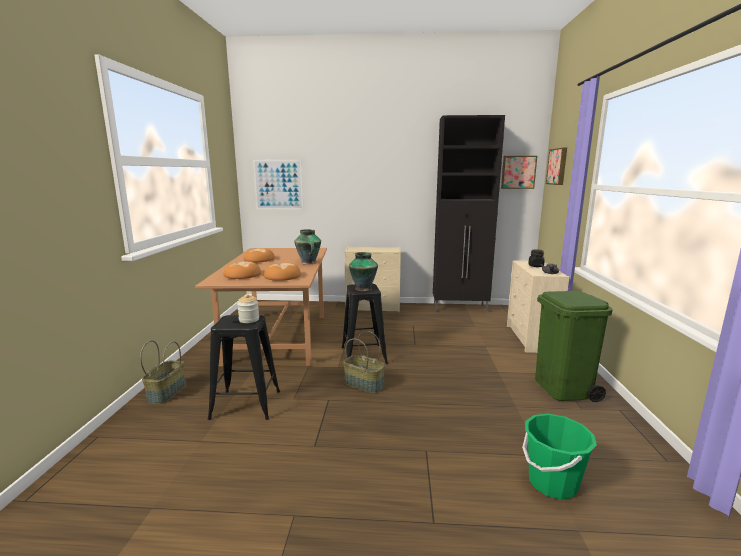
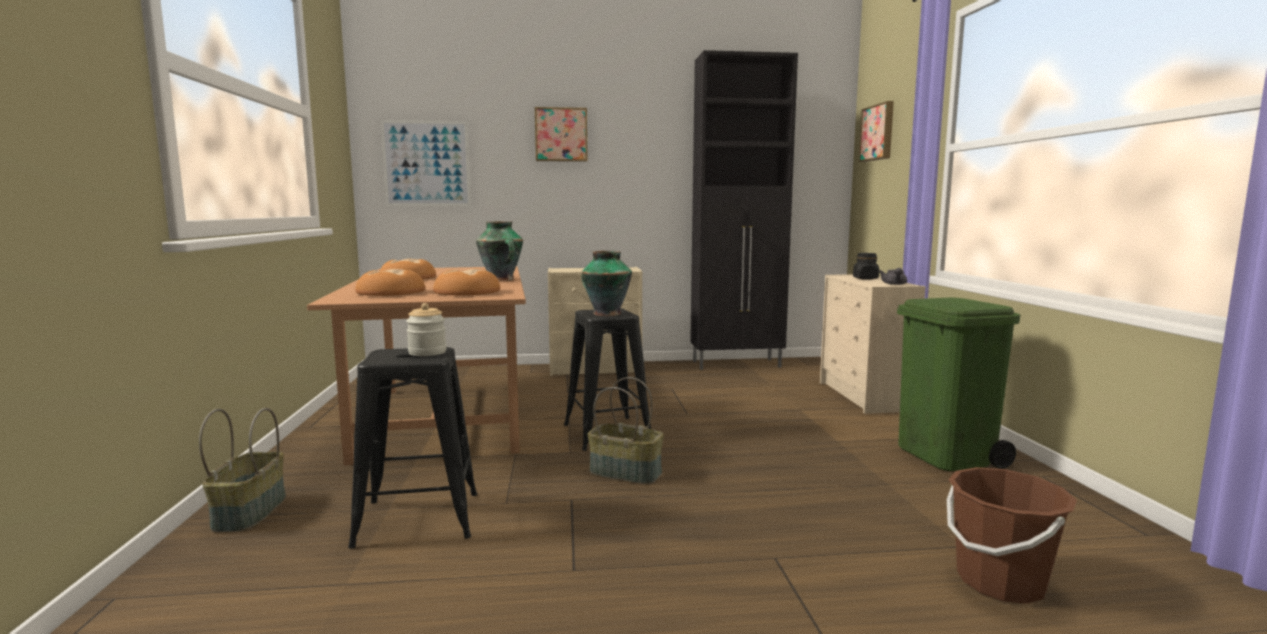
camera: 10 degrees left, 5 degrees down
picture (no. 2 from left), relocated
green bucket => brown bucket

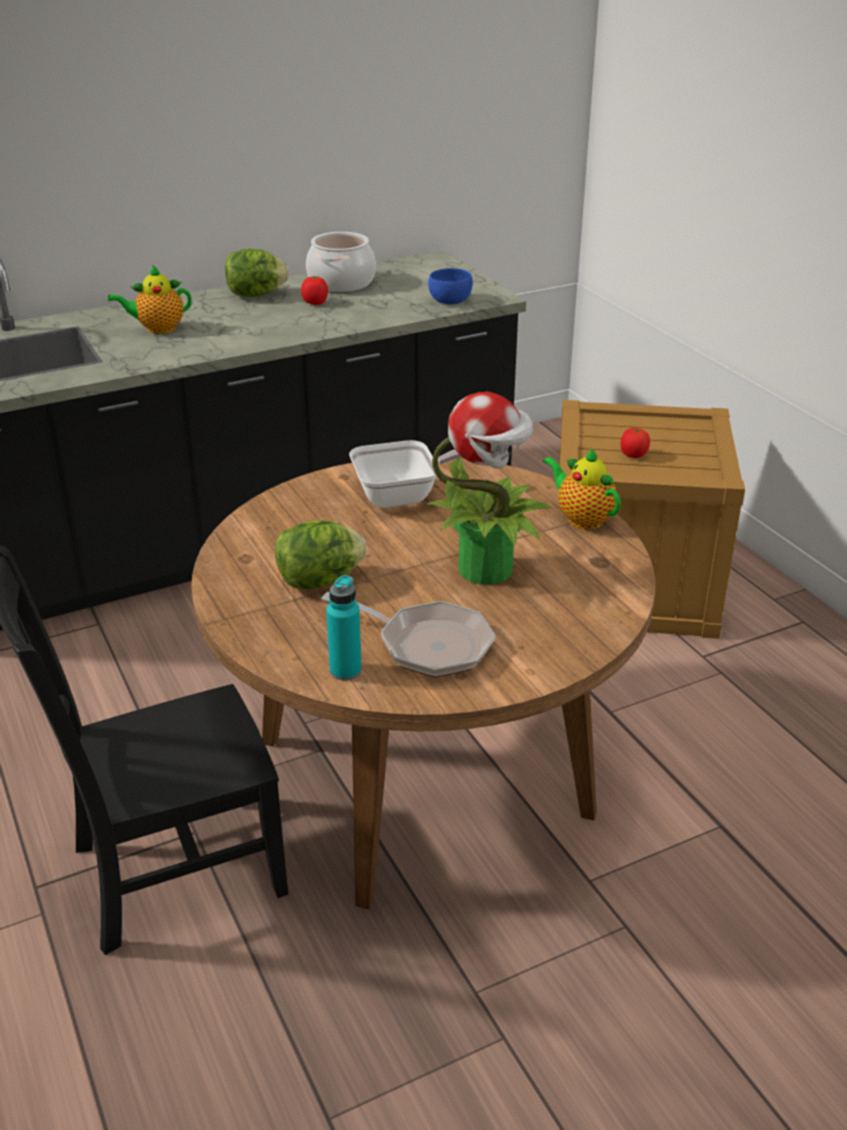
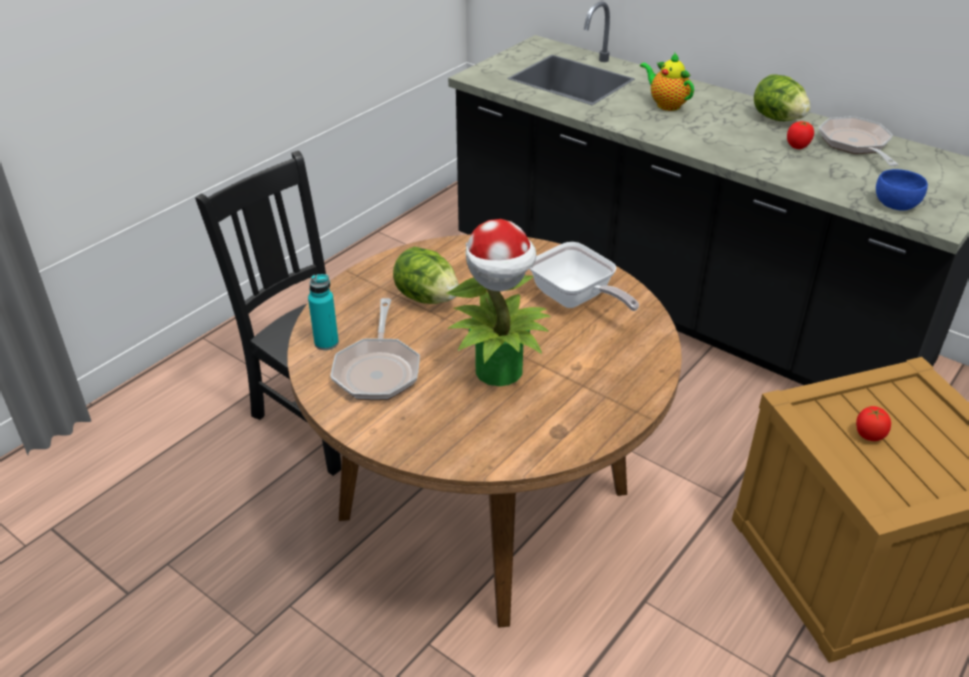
camera: 65 degrees right, 5 degrees up
cooking pot => frying pan (no. 3 from left)
teapot (no. 2 from left) => nothing

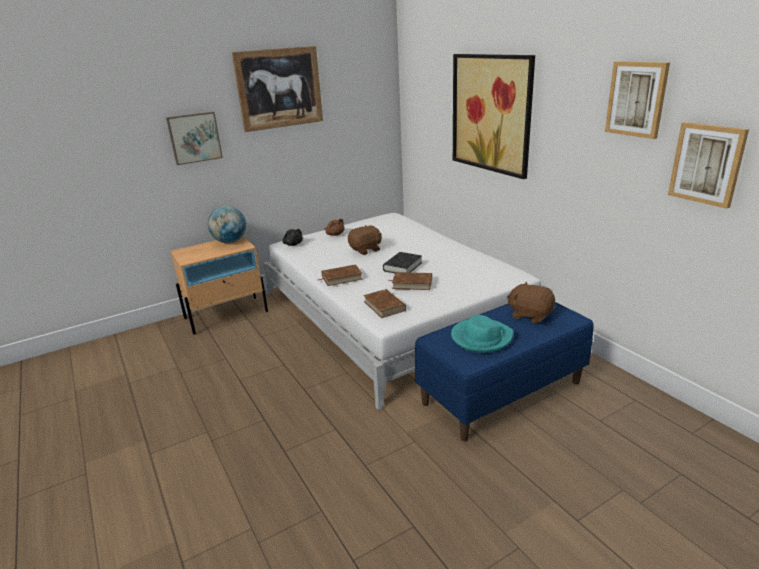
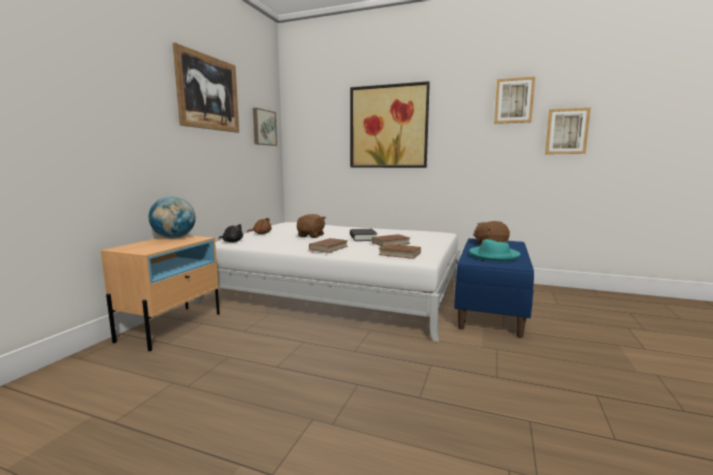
camera: 40 degrees left, 15 degrees down
picture (no. 1 from left in the first image) => picture (no. 2 from left), relocated

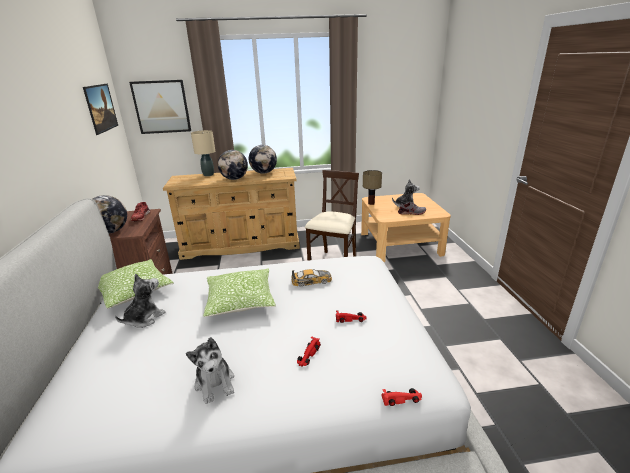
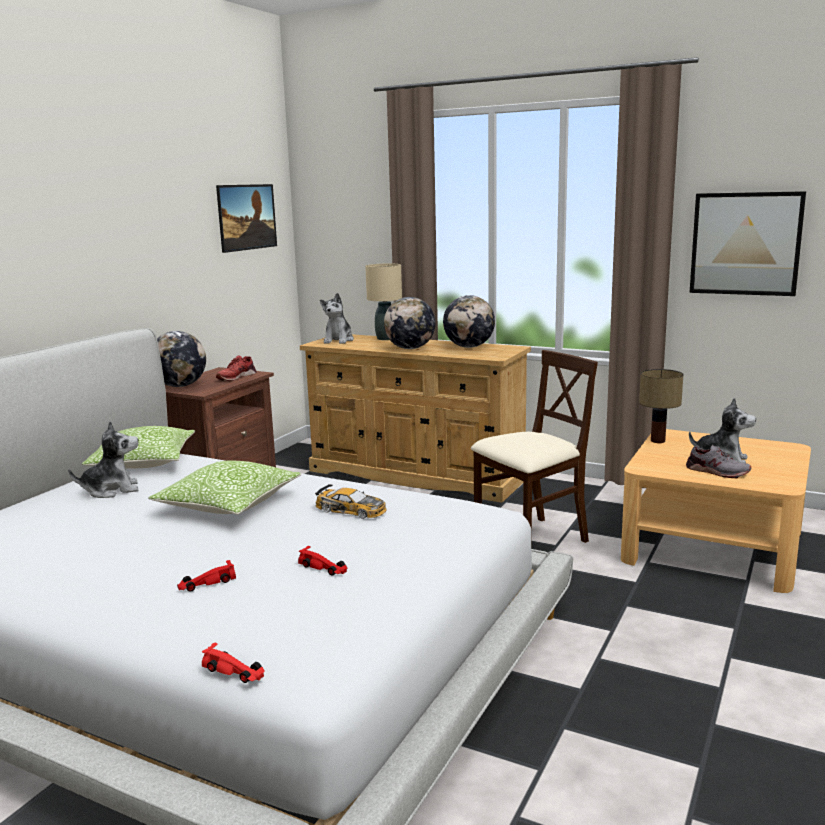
camera: 35 degrees right, 10 degrees down
picture (no. 2 from left), relocated
plush toy (no. 2 from left), relocated

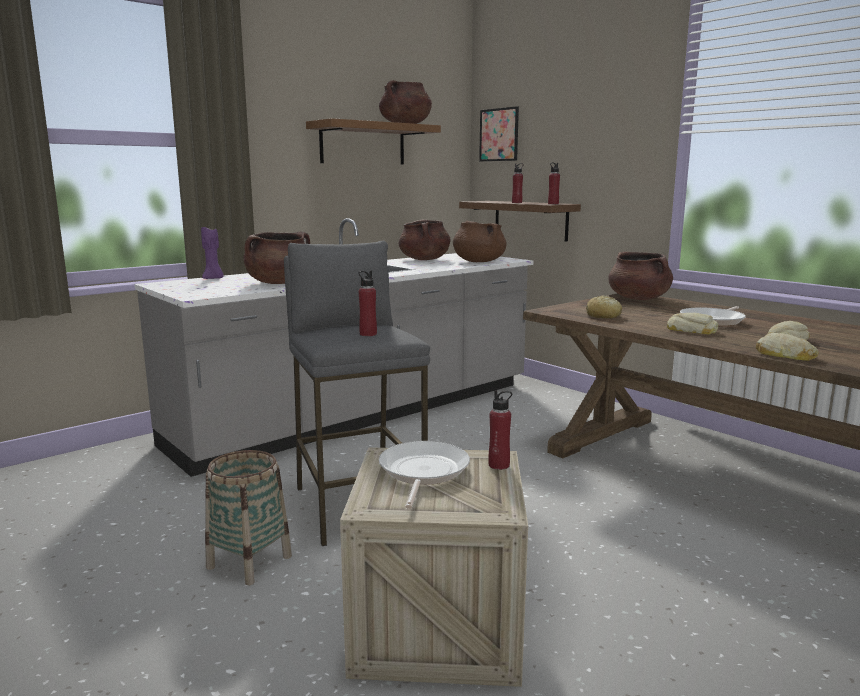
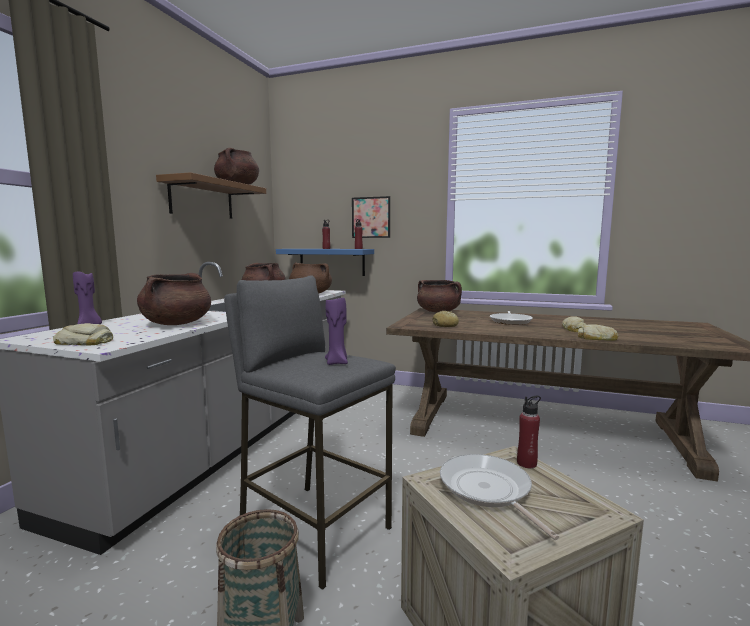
camera: 30 degrees left, 5 degrees down
picture, relocated
brown shelf (no. 2 from left) => blue shelf
red bottle (no. 1 from left) => purple candle (no. 2 from left)
bread (no. 2 from left in the first image) => bread (no. 1 from left), relocated

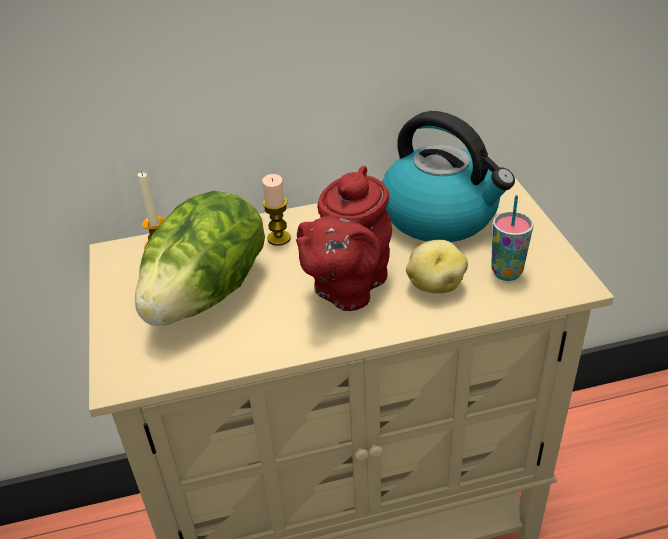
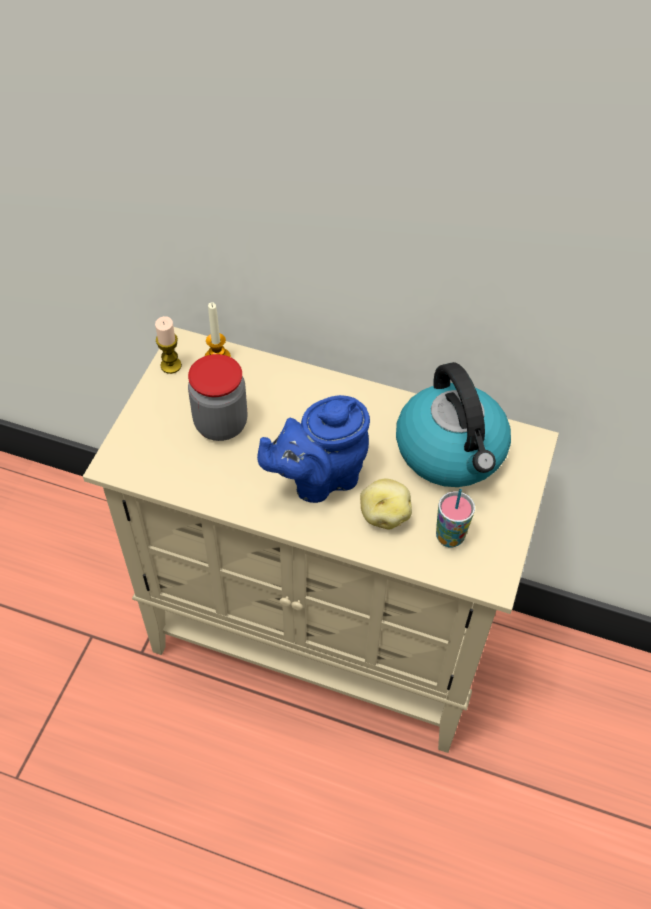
camera: 30 degrees right, 15 degrees up
red teapot => blue teapot
candle (no. 2 from left in the first image) => candle (no. 1 from left), relocated
lettuce => jar

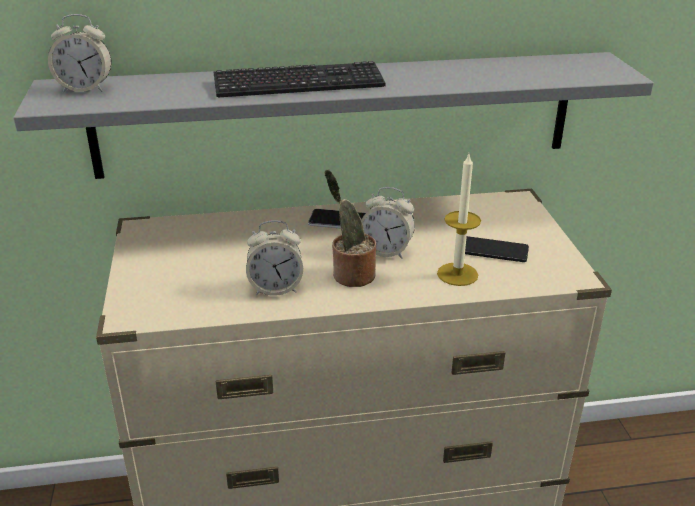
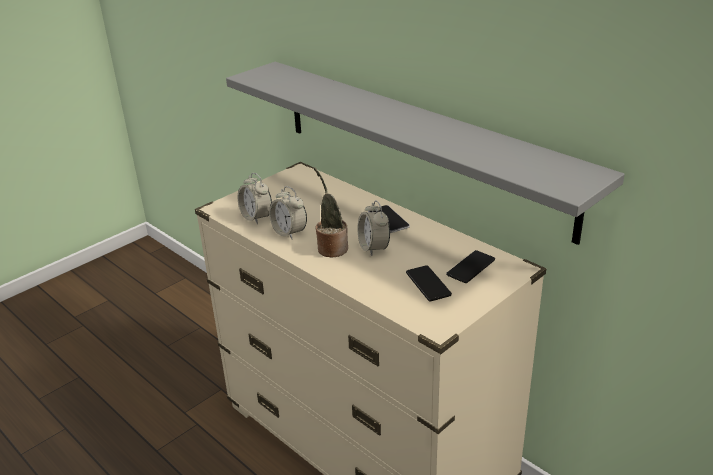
camera: 55 degrees right, 0 degrees up
alarm clock (no. 1 from left), relocated
keyboard => nothing
candle => nothing
nothing => phone (no. 3 from left)

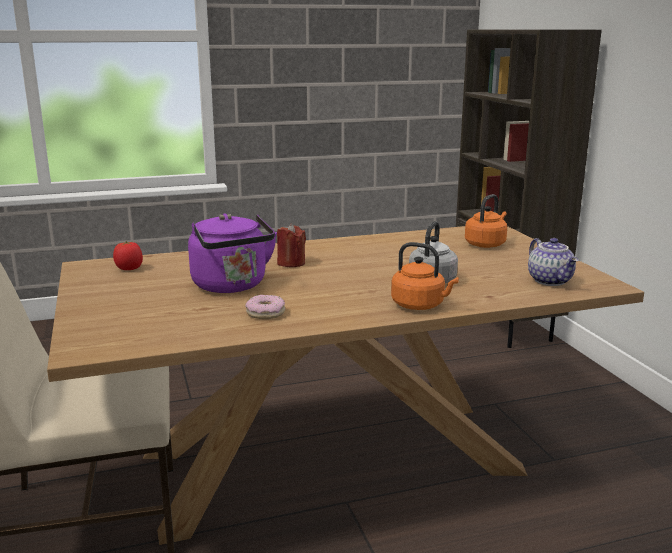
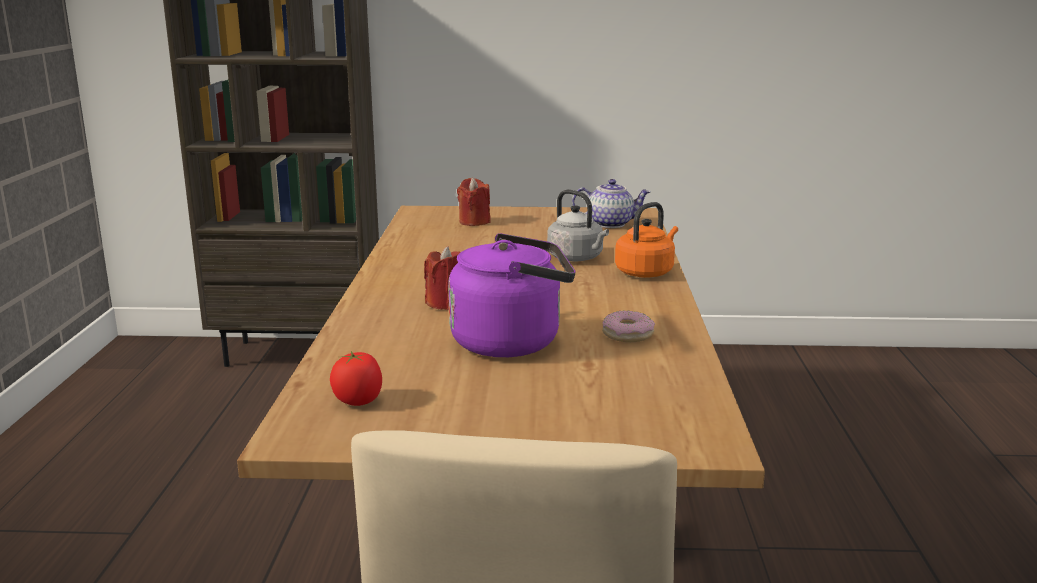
camera: 70 degrees left, 0 degrees up
orange kettle (no. 2 from left) => red candle (no. 2 from left)

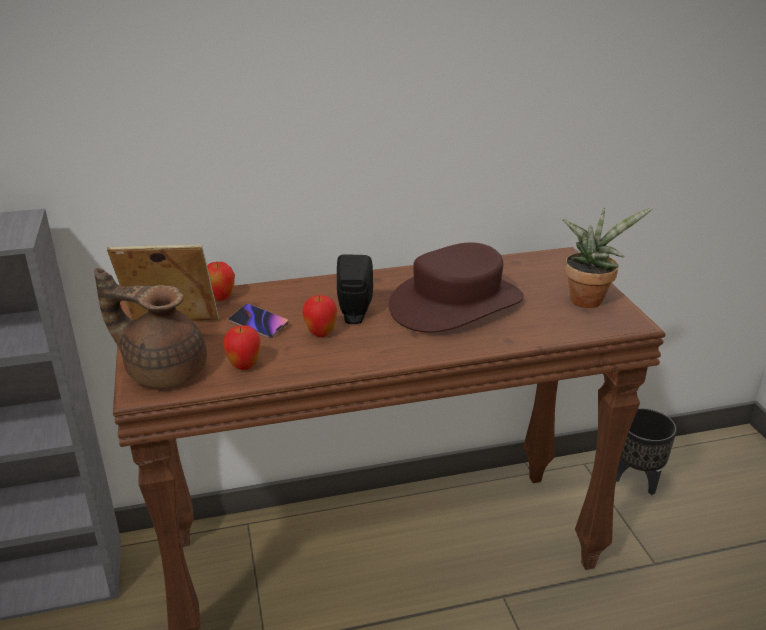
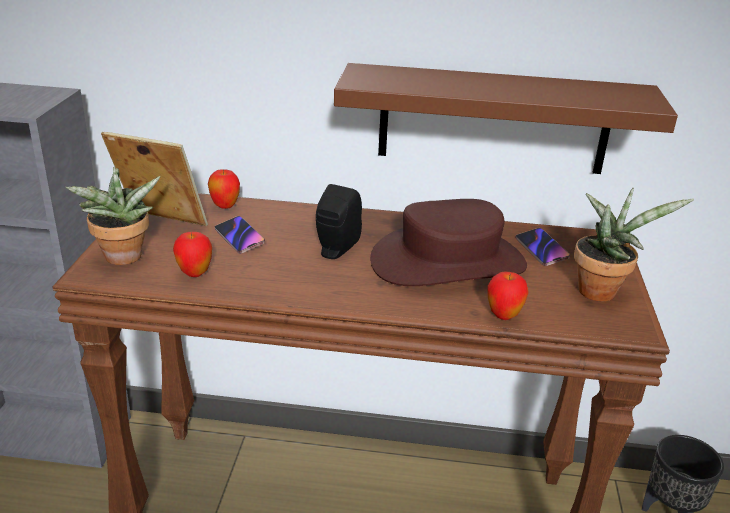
camera: 20 degrees right, 0 degrees up
brown teapot => potted plant (no. 1 from left)
apple (no. 3 from left), relocated
nothing => brown shelf
nothing => phone (no. 2 from left)

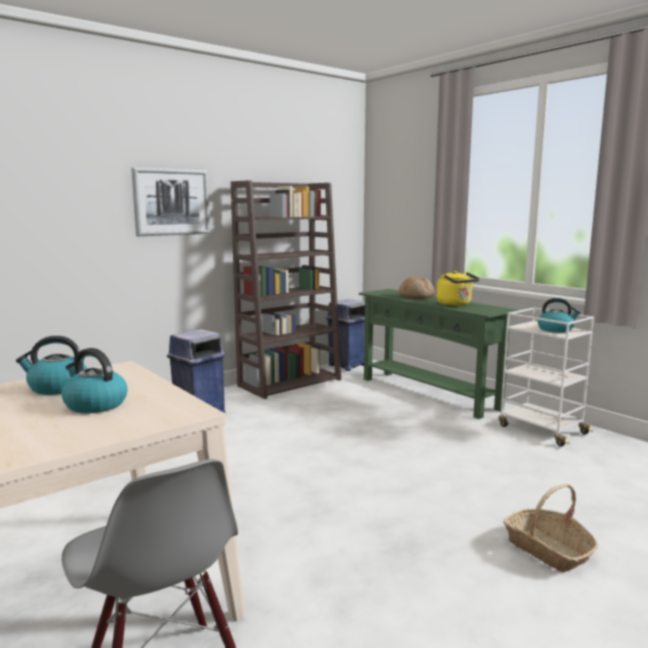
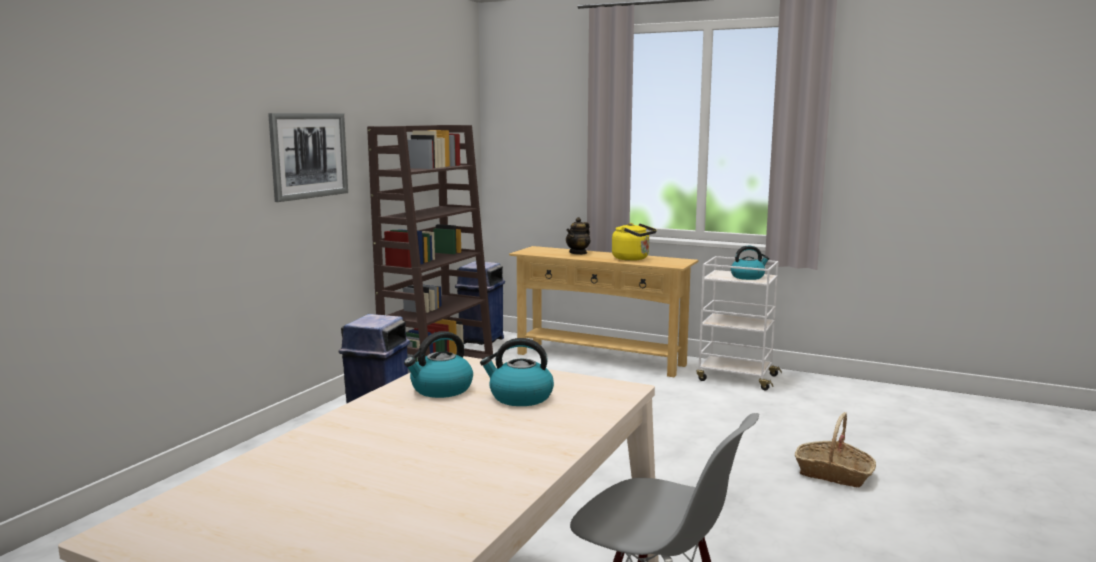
camera: 25 degrees left, 0 degrees up
bread => teapot
green console table => beige console table

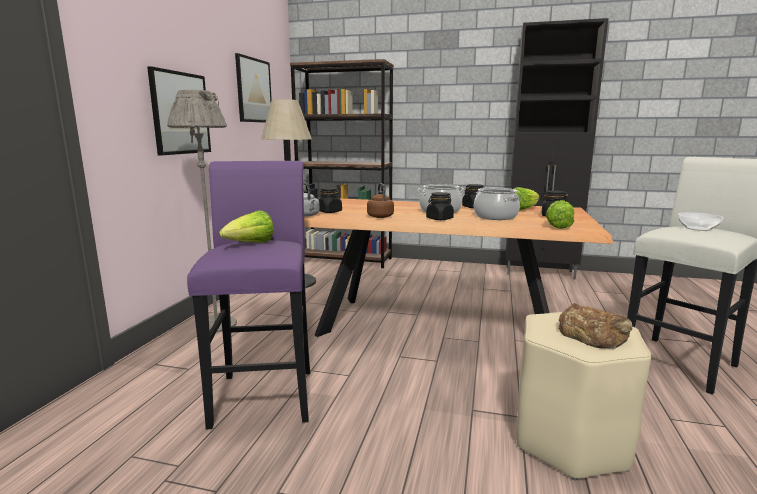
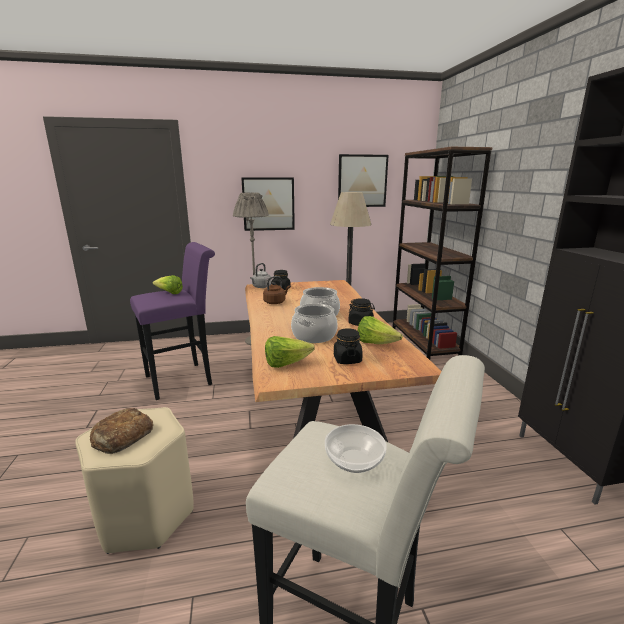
camera: 65 degrees right, 5 degrees up
black jar (no. 2 from left) => nothing

